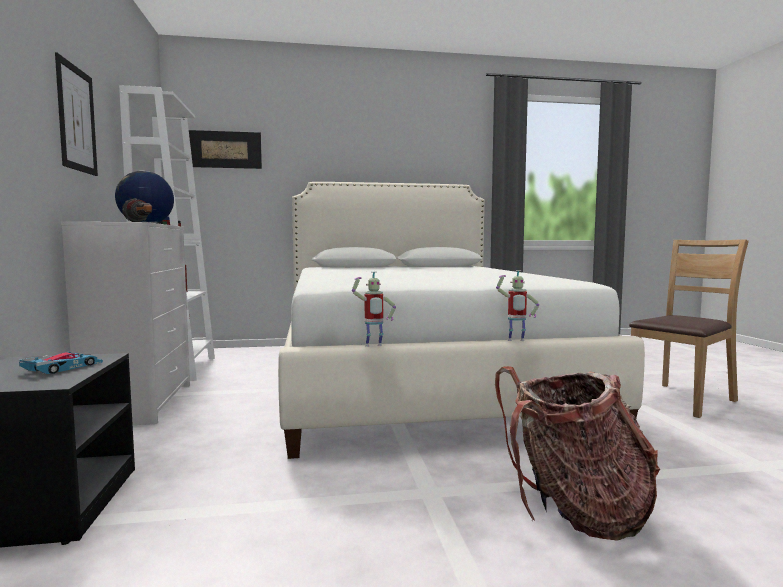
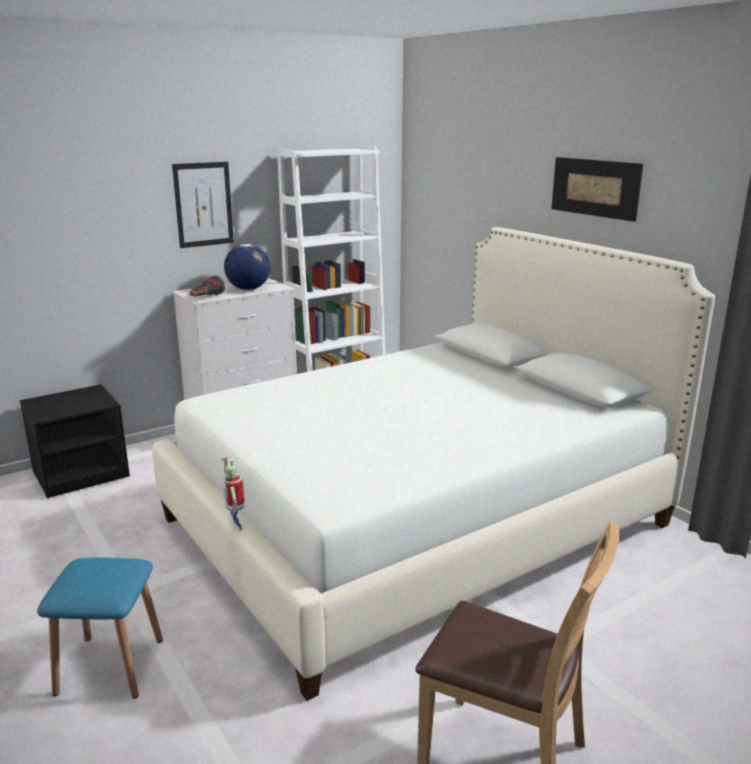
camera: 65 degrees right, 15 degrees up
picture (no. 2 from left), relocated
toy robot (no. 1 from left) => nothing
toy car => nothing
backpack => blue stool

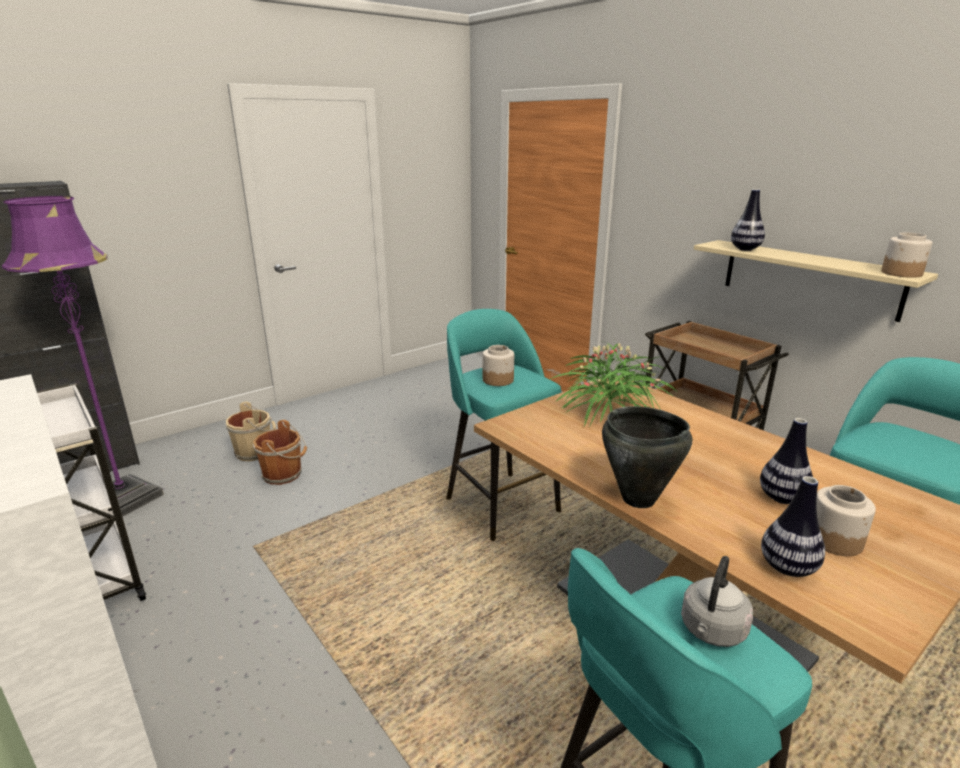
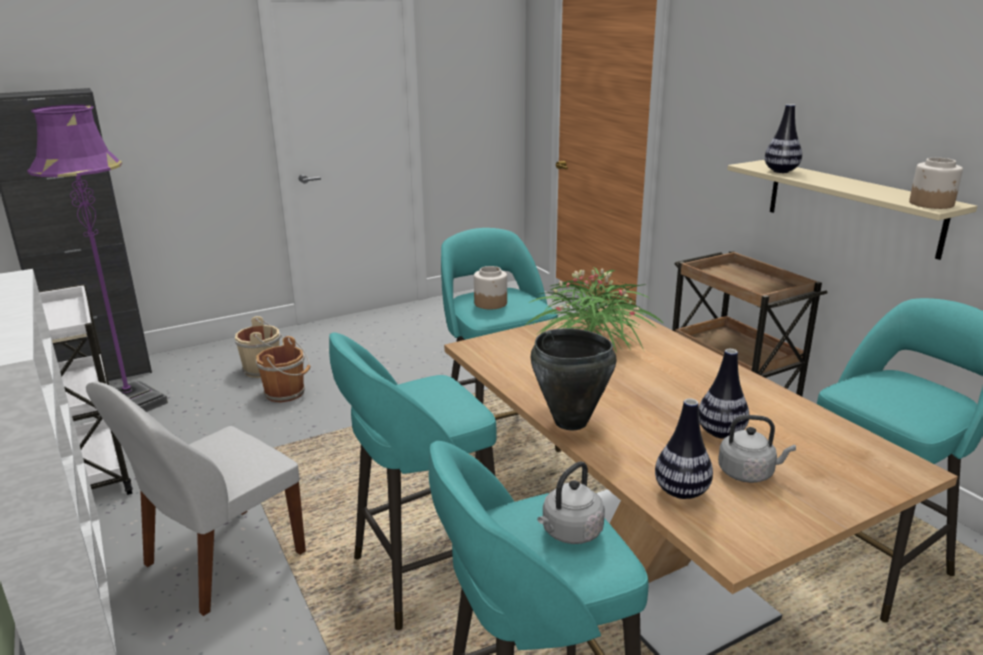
camera: 10 degrees right, 0 degrees up
jar (no. 2 from left) => grey kettle (no. 2 from left)
nothing => turquoise stool (no. 1 from left)
nothing => white chair

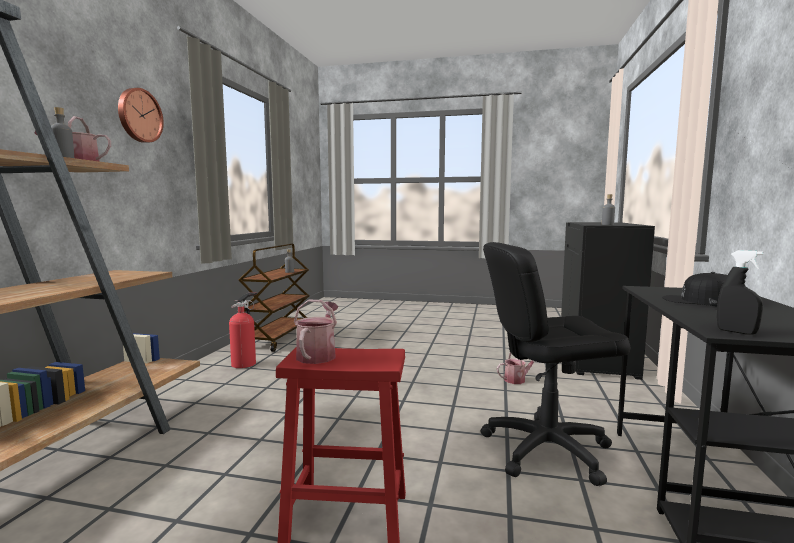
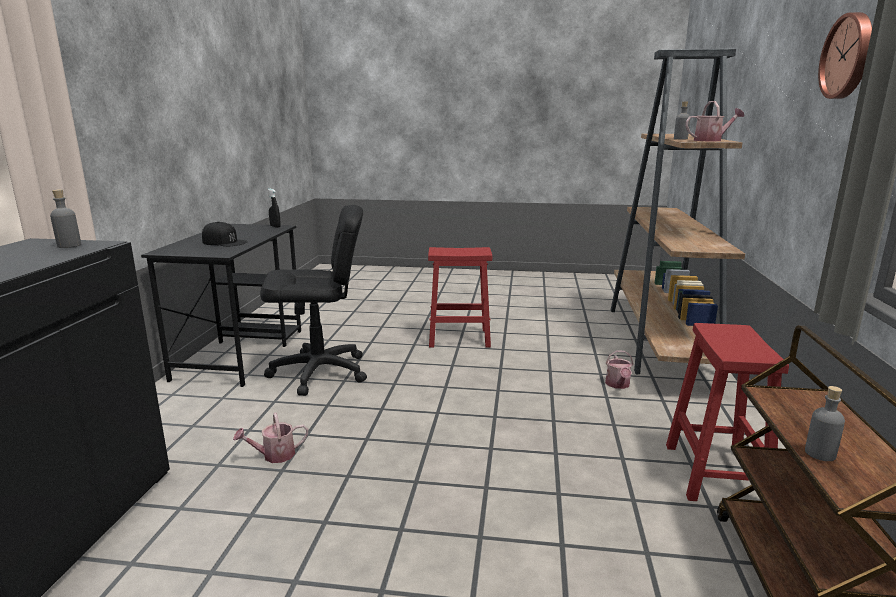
camera: 175 degrees right, 10 degrees up
fire extinguisher => red stool (no. 2 from left)
watering can (no. 2 from left), relocated

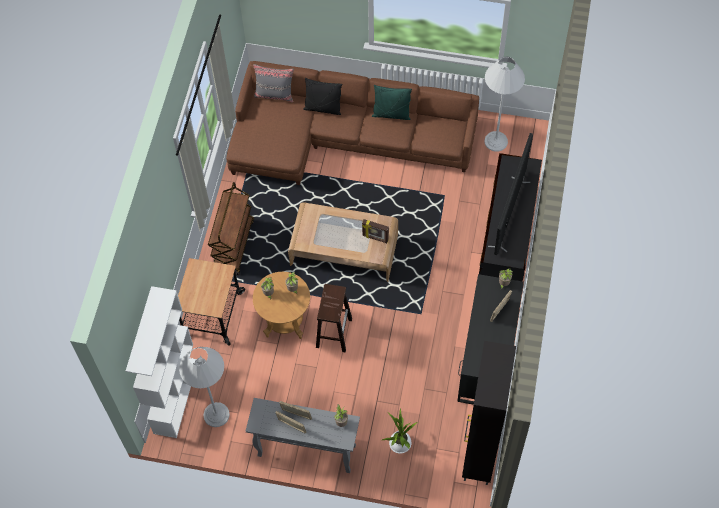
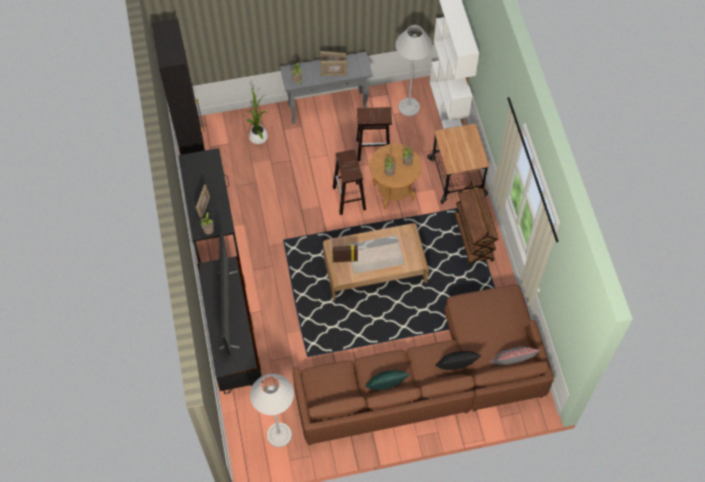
camera: 155 degrees right, 0 degrees up
nothing => brown stool (no. 2 from left)

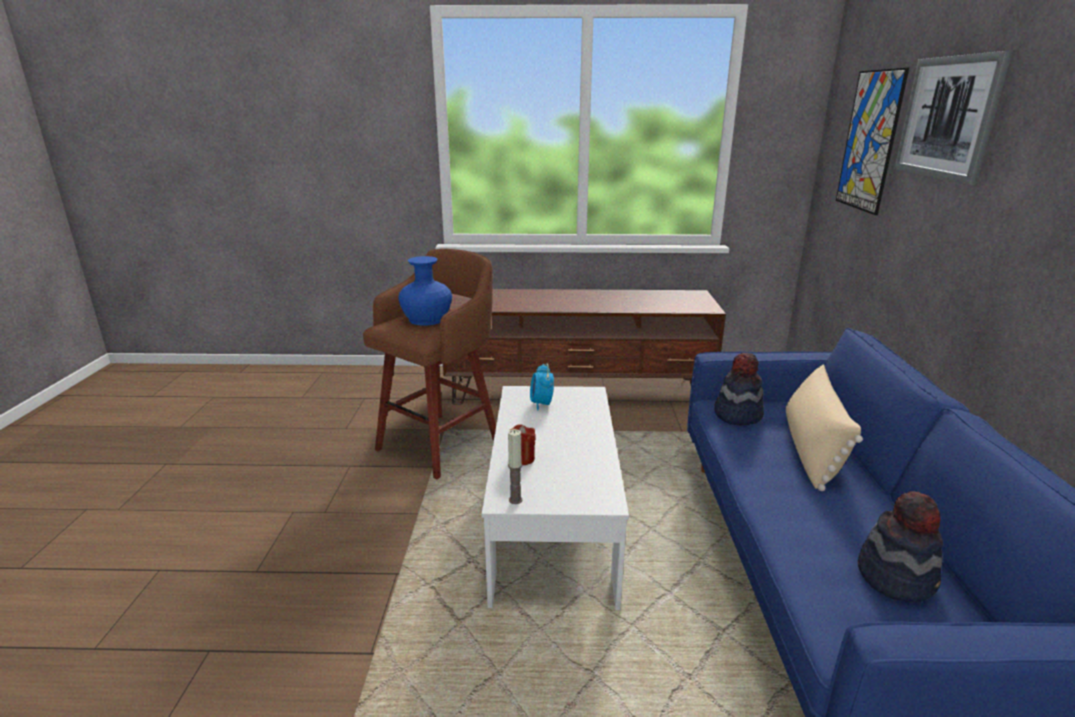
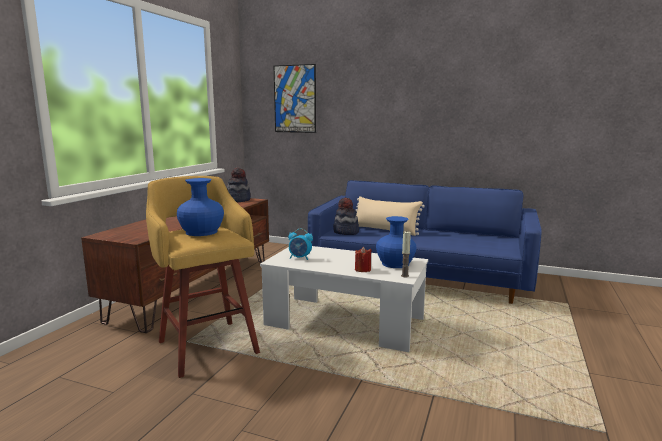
camera: 70 degrees left, 10 degrees down
picture (no. 2 from left) => nothing
brown stool => yellow stool
hat (no. 2 from left in the first image) => hat (no. 1 from left), relocated
nothing => blue vase (no. 2 from left)

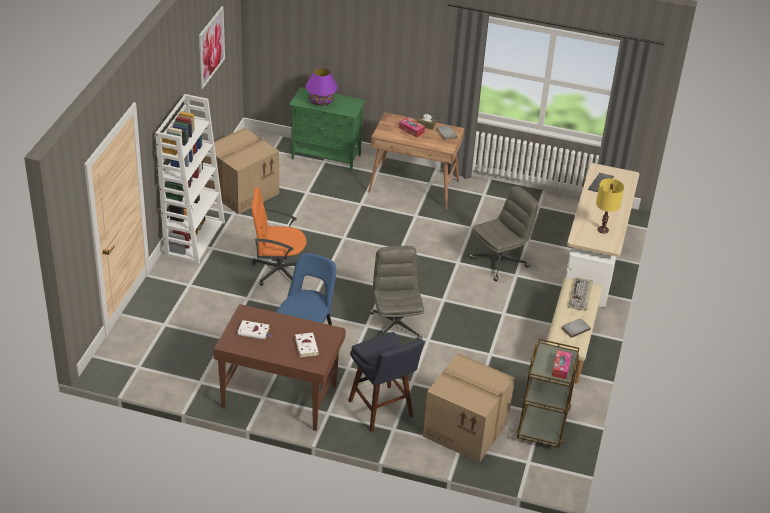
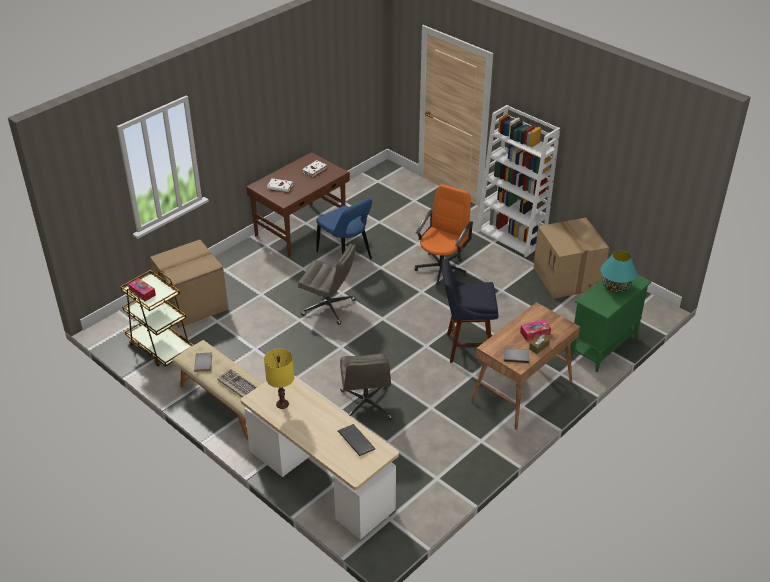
camera: 120 degrees right, 0 degrees up
picture => nothing
purple table lamp => turquoise table lamp
blue stool, relocated

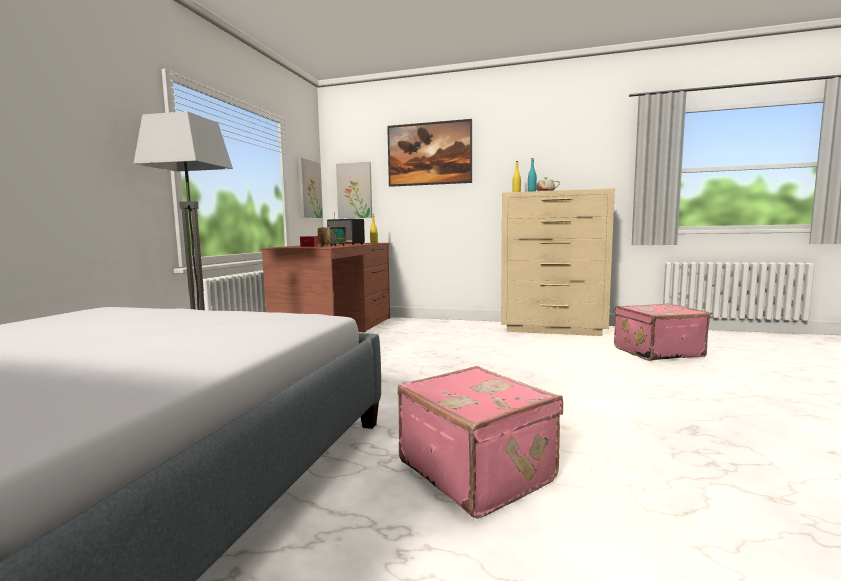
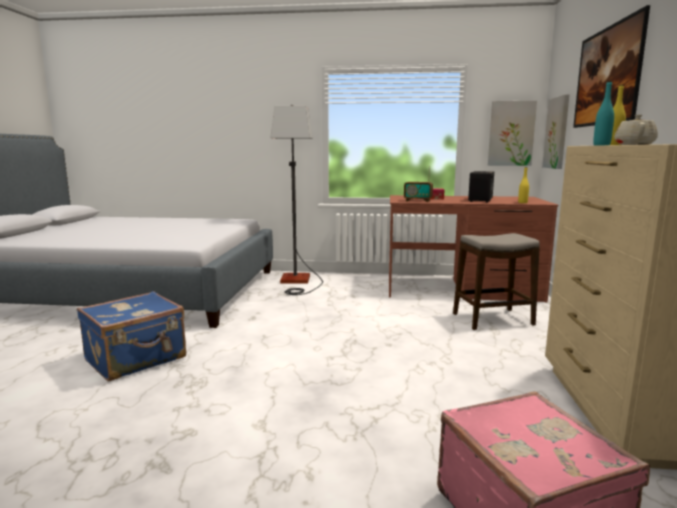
camera: 80 degrees right, 5 degrees up
pink suitcase (no. 1 from left) => blue suitcase
nothing => stool

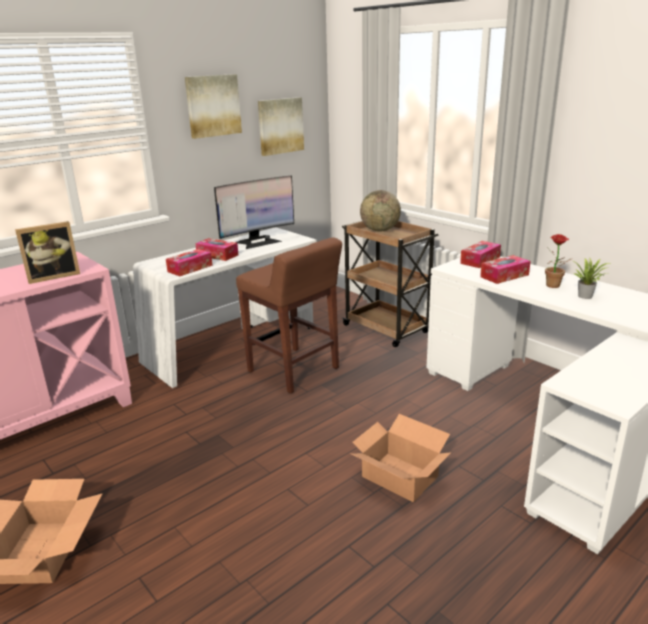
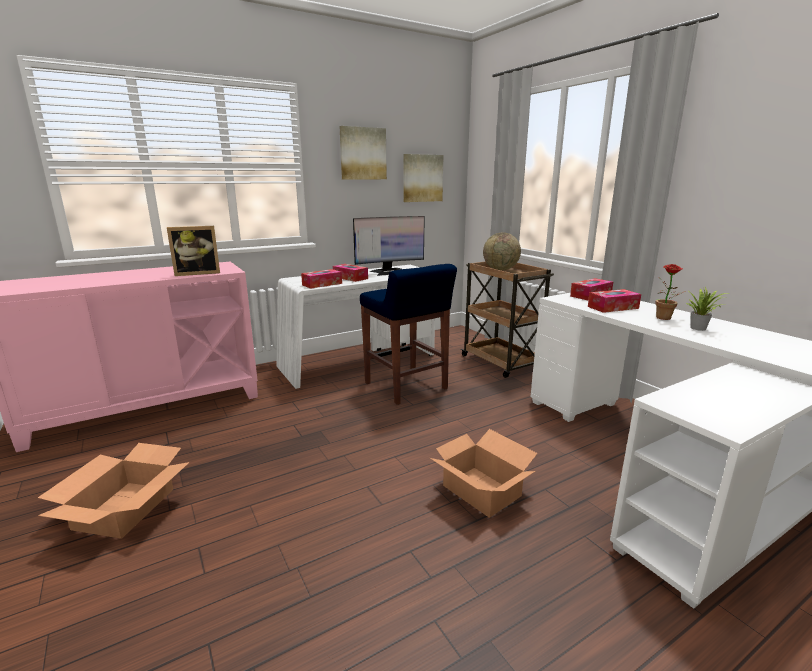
camera: 10 degrees right, 5 degrees down
brown stool => blue stool

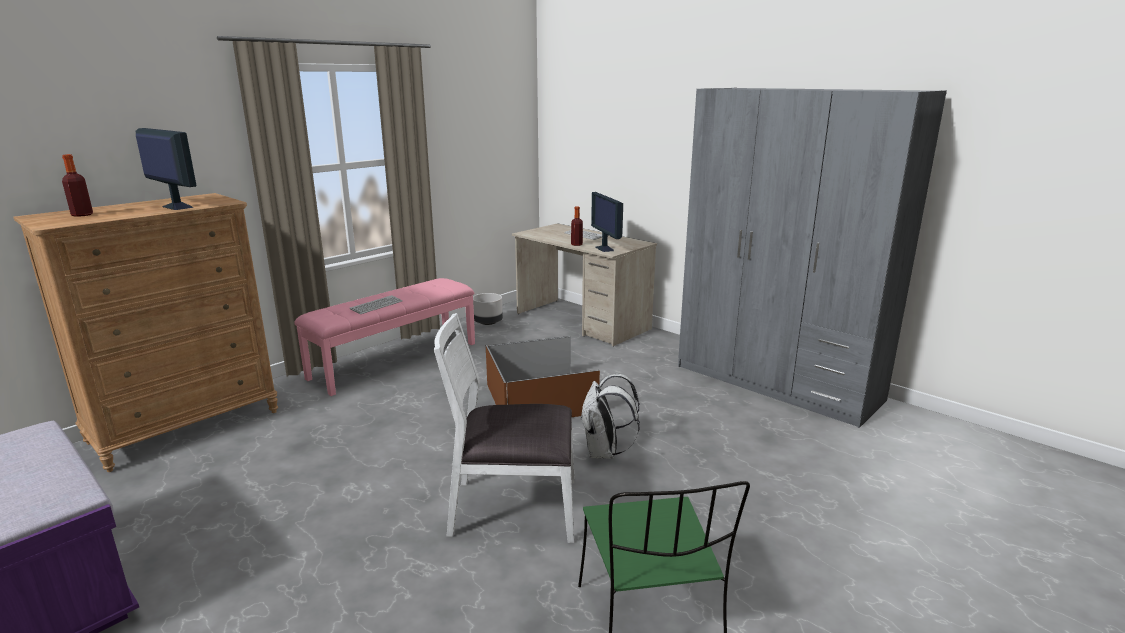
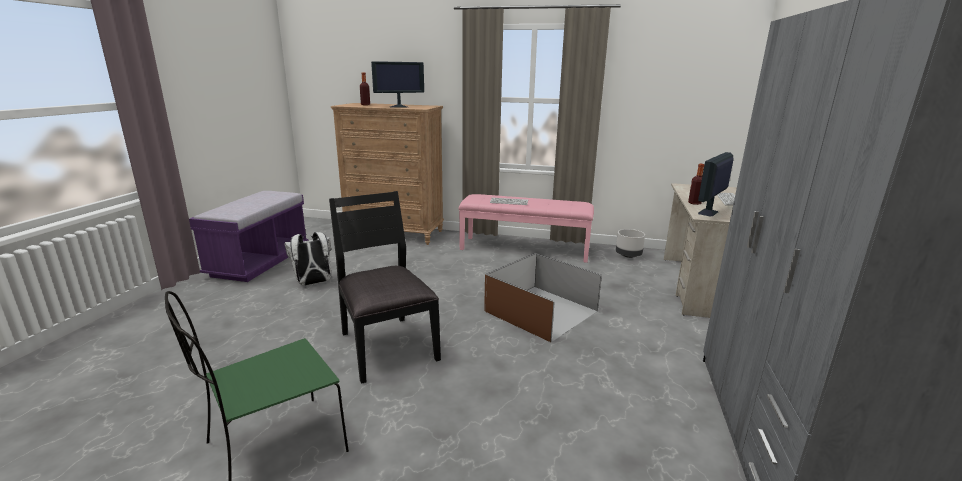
camera: 60 degrees right, 0 degrees up
monitor (no. 1 from left), 60 degrees clockwise
white chair => black chair
white backpack, relocated

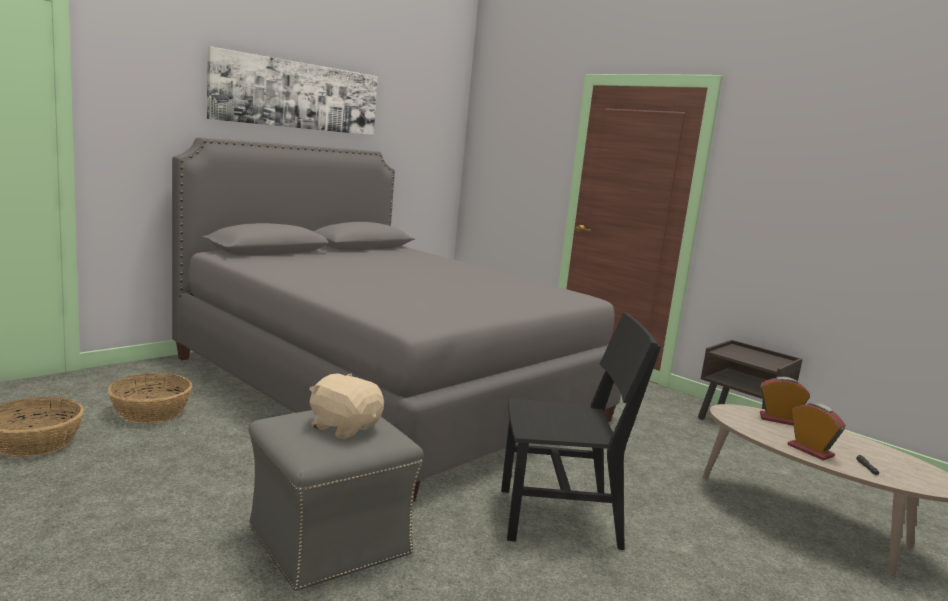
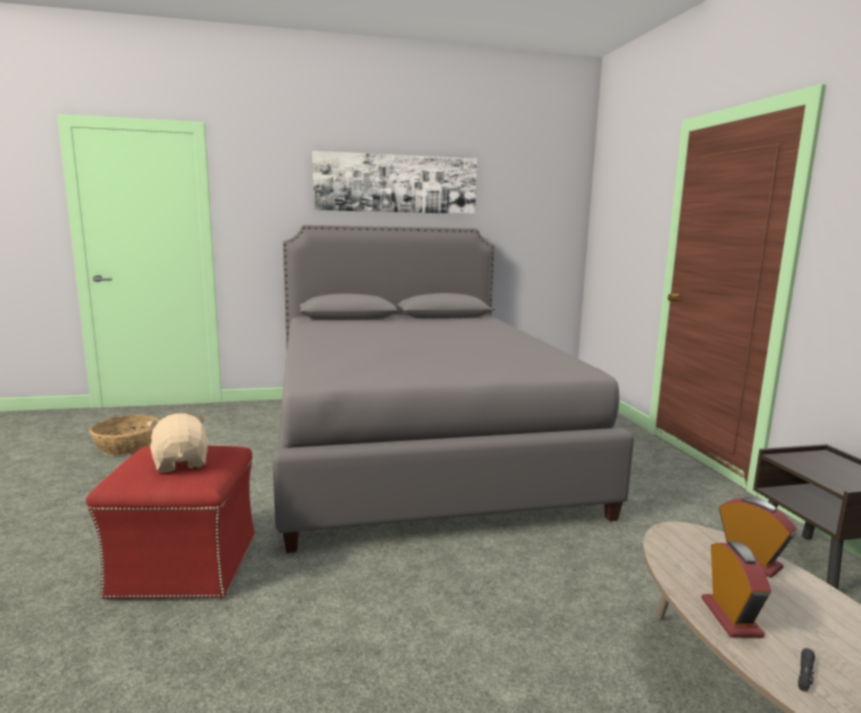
camera: 35 degrees right, 0 degrees up
black chair => nothing
basket (no. 2 from left) => nothing
grey ottoman => red ottoman

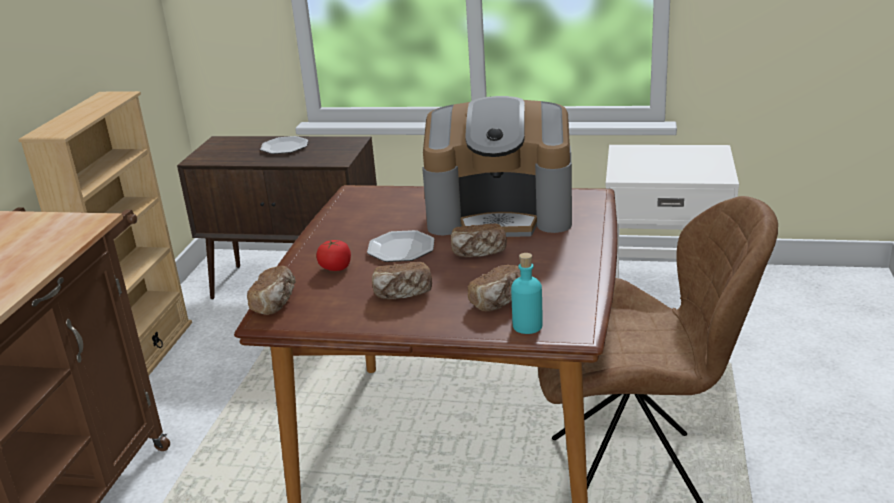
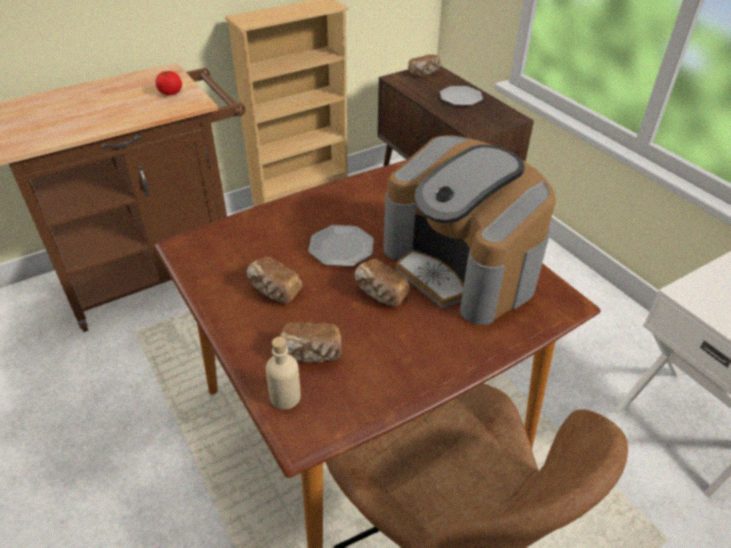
camera: 45 degrees right, 15 degrees up
tomato, relocated
turquoise bottle => beige bottle
bread (no. 1 from left in the first image) => bread (no. 4 from left), relocated

